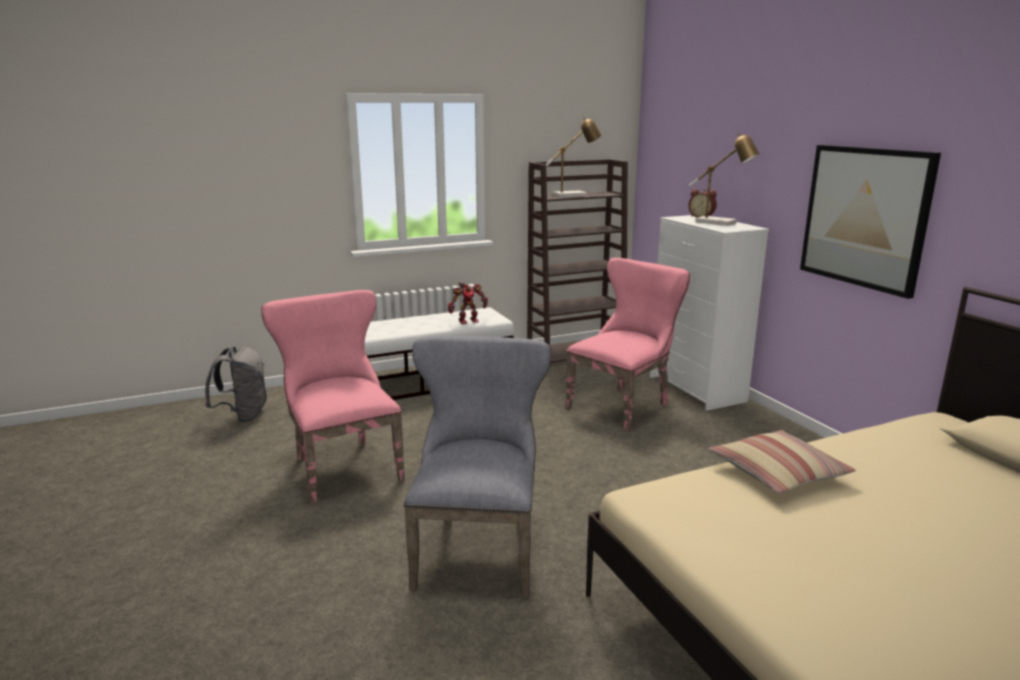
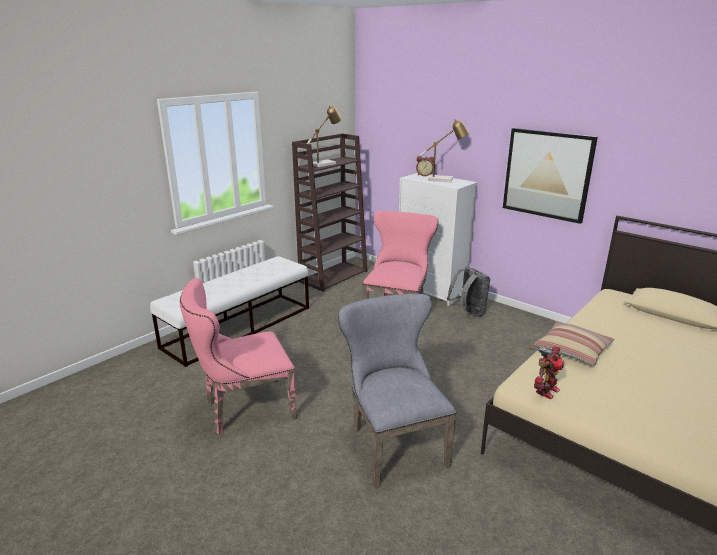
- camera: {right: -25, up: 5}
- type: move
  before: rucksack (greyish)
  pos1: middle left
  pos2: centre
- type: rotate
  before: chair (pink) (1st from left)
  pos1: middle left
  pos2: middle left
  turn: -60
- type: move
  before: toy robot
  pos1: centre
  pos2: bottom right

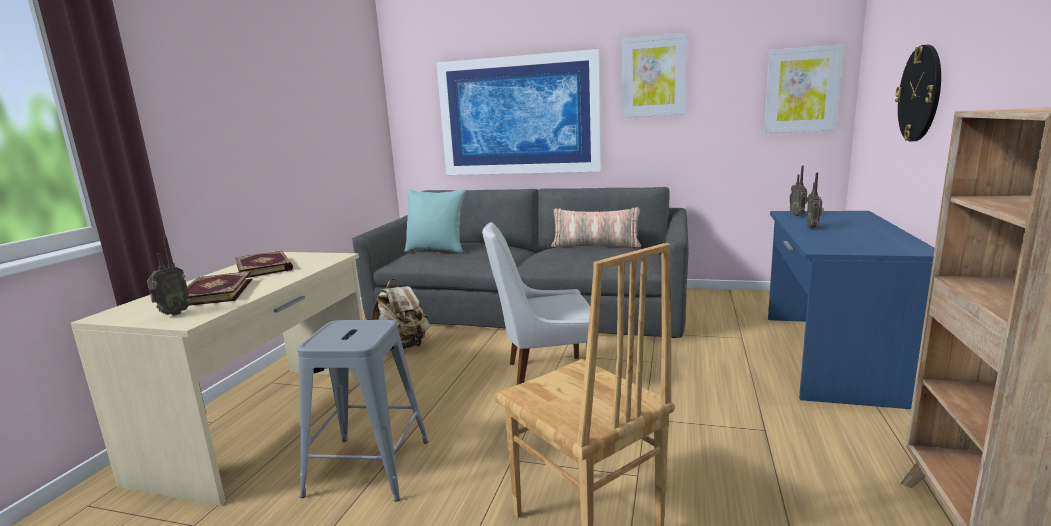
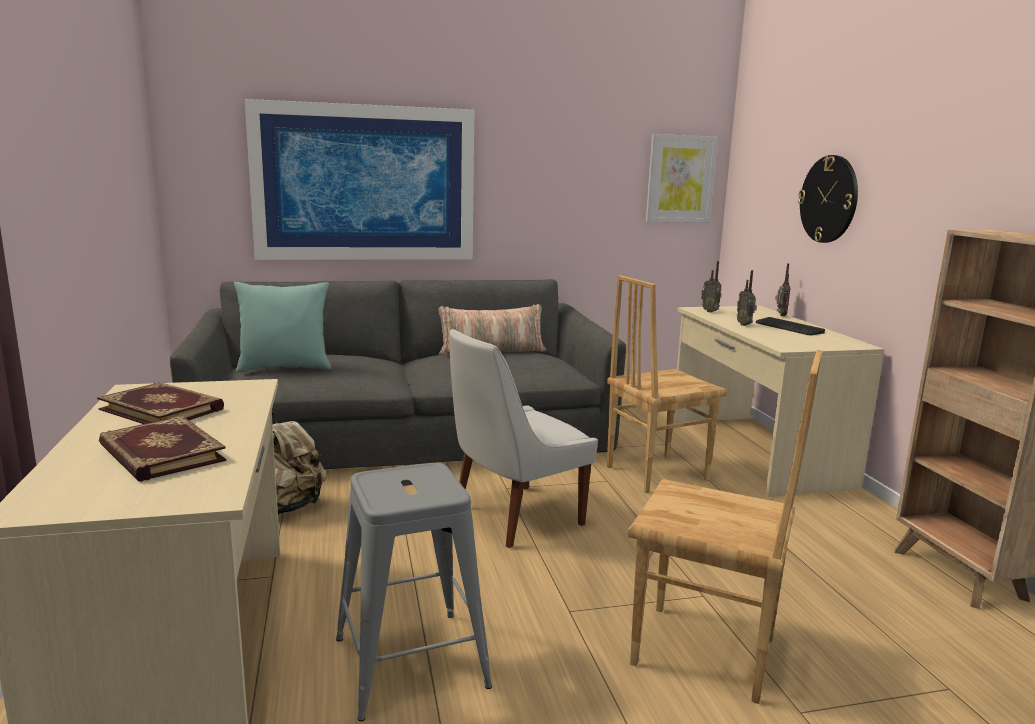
- camera: {right: -30, up: 0}
- type: move
  before: radio (1st from left in the first image)
  after: radio (3rd from left)
  pos1: middle left
  pos2: middle right
- type: delete
  before: wall picture (2nd from left)
  pos1: top centre
- type: recolor
  before: desk (blue)
  after: desk (beige-coloured) (2nd from left)
  pos1: middle right
  pos2: middle right
- type: insert
  after: chair (brown) (1st from left)
  pos2: centre
- type: insert
  after: PC keyboard
  pos2: middle right

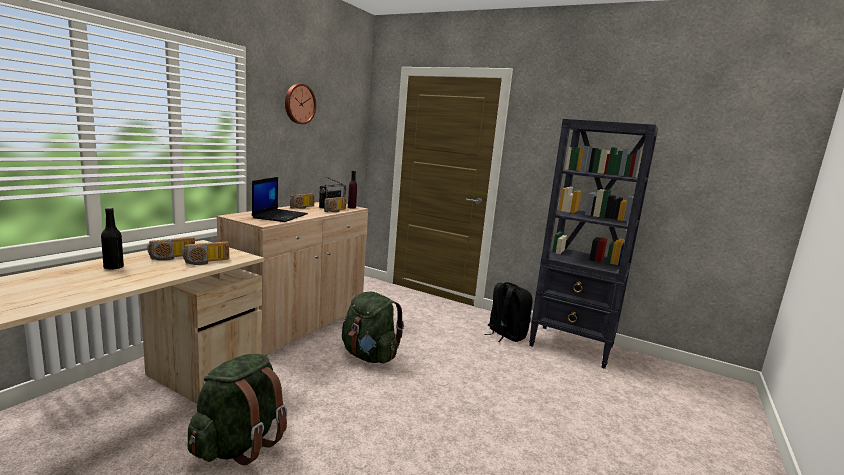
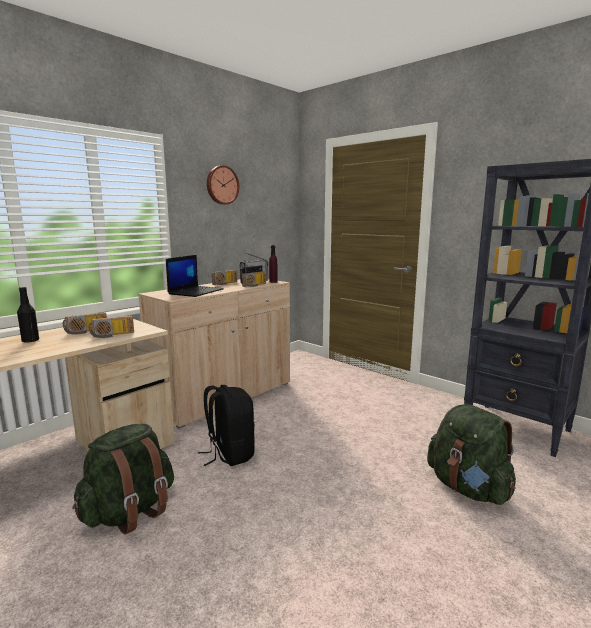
- camera: {right: 15, up: 0}
- type: move
  before: rucksack (green) (2nd from left)
  pos1: bottom centre
  pos2: bottom right
- type: move
  before: rucksack (blackish)
  pos1: centre
  pos2: bottom centre

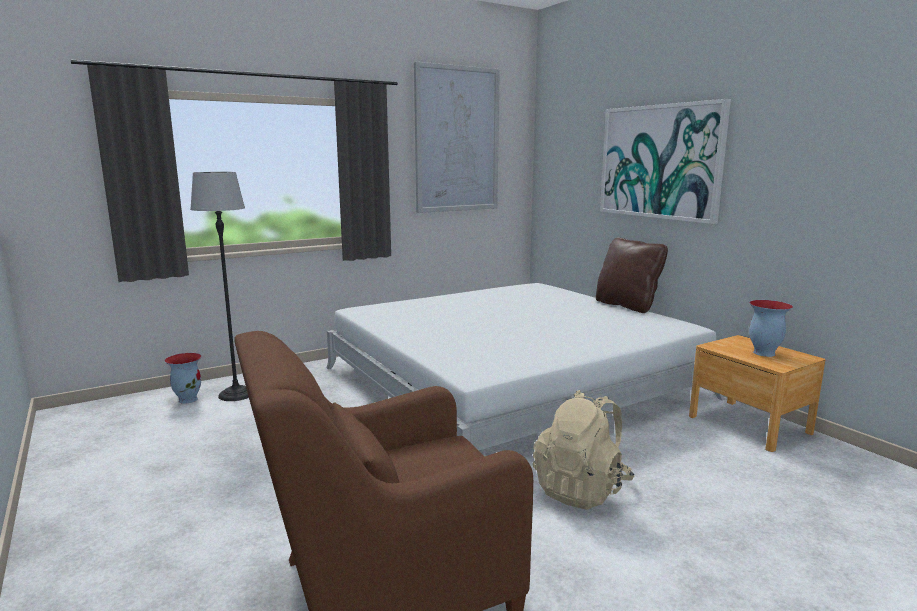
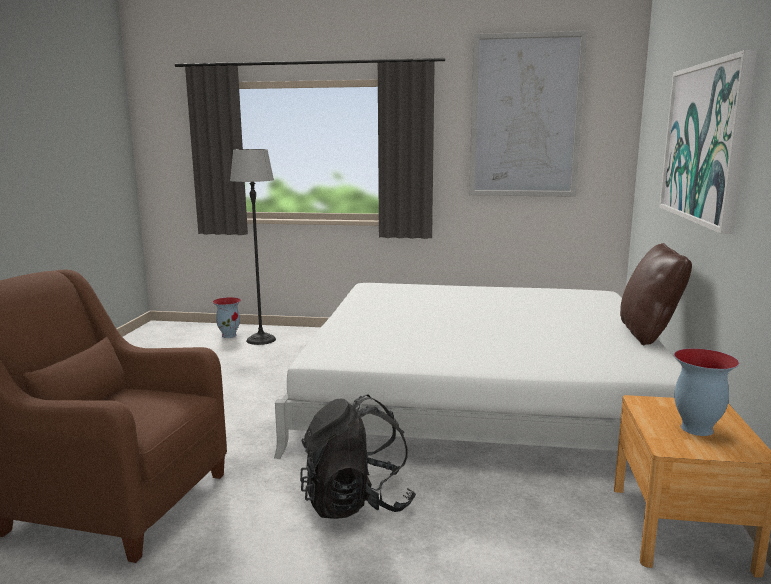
- camera: {right: 40, up: 0}
- type: recolor
  before: rucksack (beige-coloured)
  after: rucksack (blackish)
  pos1: bottom centre
  pos2: bottom centre

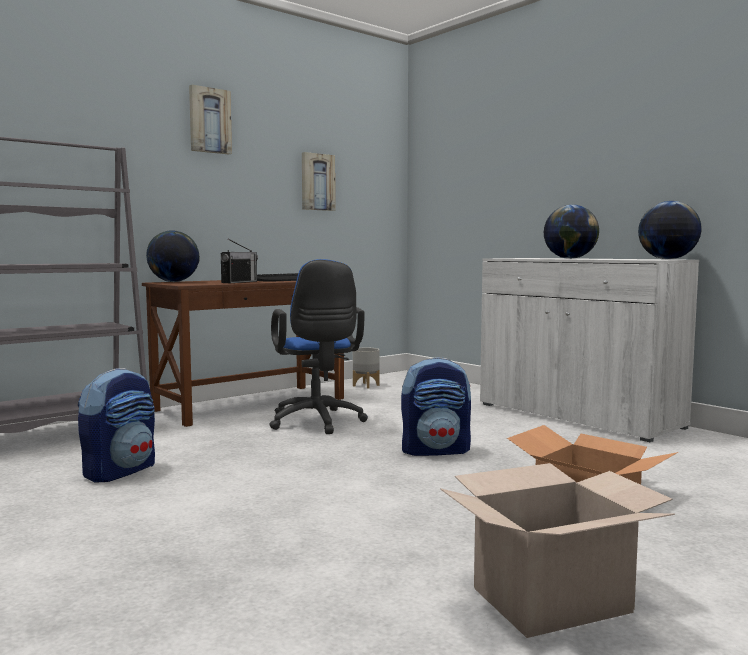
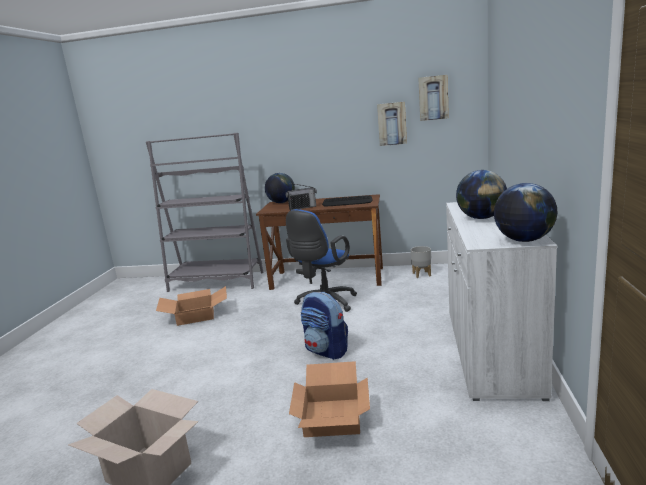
- camera: {right: 50, up: 10}
- type: replace
  before: rucksack (1st from left)
  after: cardboard box (2nd from left)
  pos1: middle left
  pos2: middle left
- type: move
  before: wall picture (1st from left in the first image)
  after: wall picture (2nd from left)
  pos1: top left
  pos2: top right

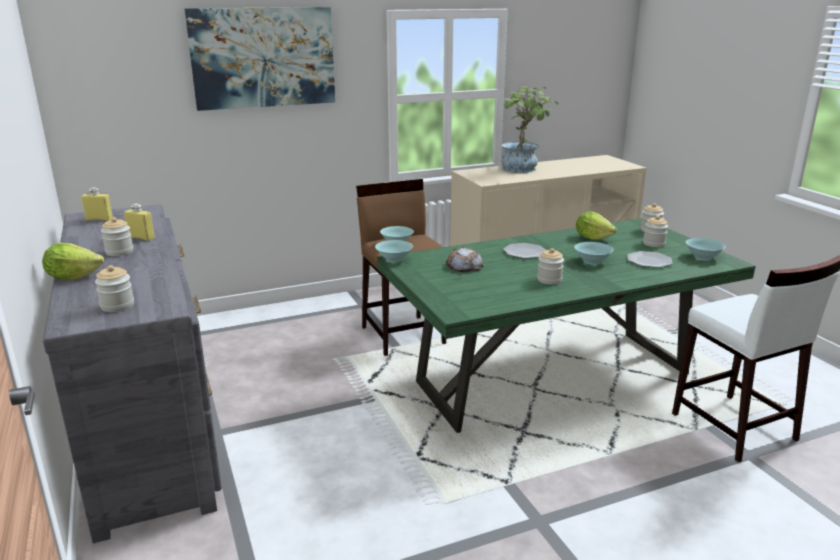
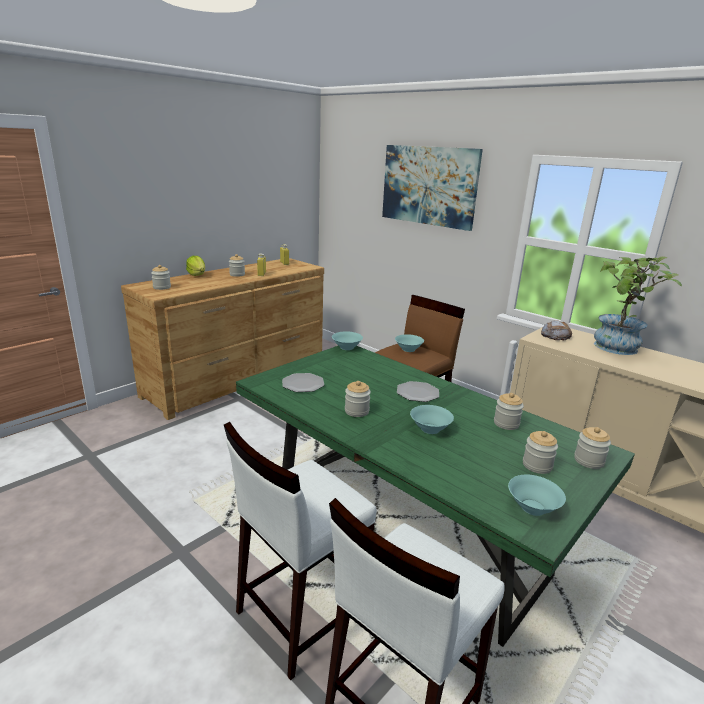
- camera: {right: 65, up: 0}
- type: recolor
  before: dresser (greyish)
  after: dresser (brown)
  pos1: middle left
  pos2: middle left
- type: move
  before: baked bread
  pos1: centre
  pos2: middle right
- type: replace
  before: lettuce (2nd from left)
  after: storage jar (4th from left)
  pos1: middle right
  pos2: middle right
- type: move
  before: flat dish (2nd from left in the first image)
  after: flat dish (1st from left)
  pos1: middle right
  pos2: centre
- type: insert
  after: stool (white-coloured) (1st from left)
  pos2: bottom centre

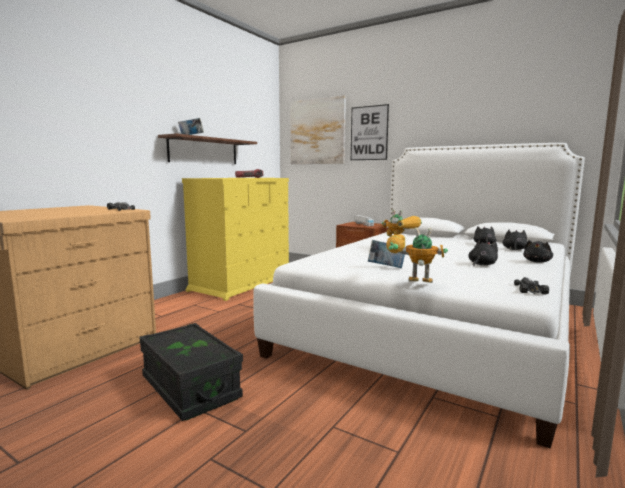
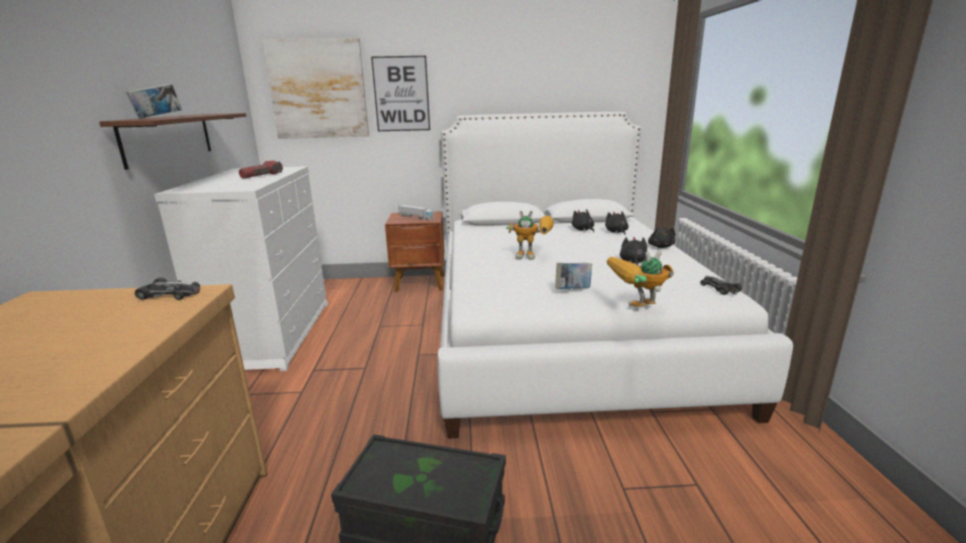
- camera: {right: -35, up: 10}
- type: recolor
  before: dresser (yellow-coloured)
  after: dresser (white-coloured)
  pos1: centre
  pos2: middle left

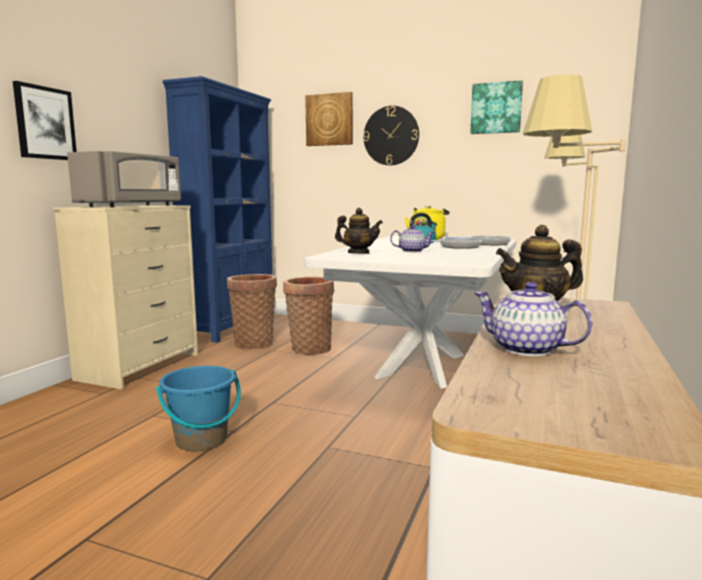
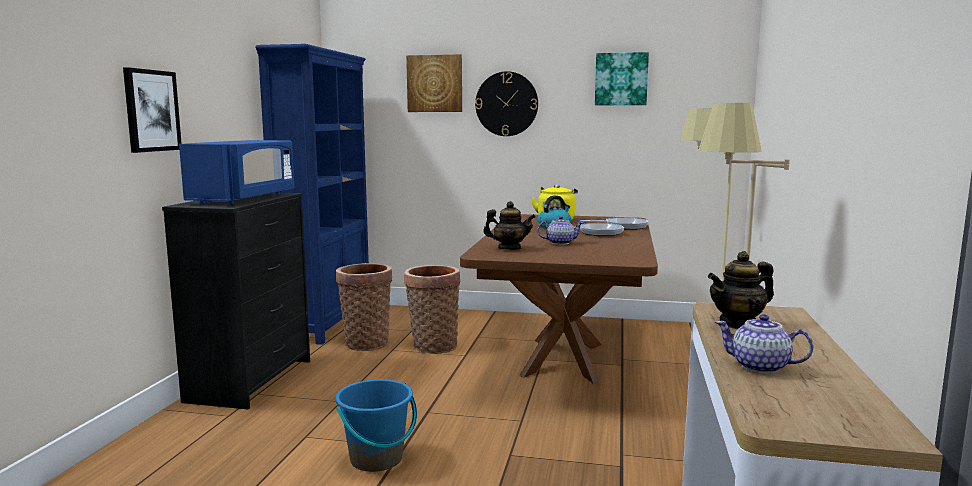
- camera: {right: -10, up: 0}
- type: recolor
  before: dresser (beige-coloured)
  after: dresser (blackish)
  pos1: middle left
  pos2: middle left
- type: recolor
  before: microwave oven (greyish)
  after: microwave oven (blue)
  pos1: top left
  pos2: middle left
- type: recolor
  before: dinner table (white-coloured)
  after: dinner table (brown)
  pos1: centre
  pos2: centre

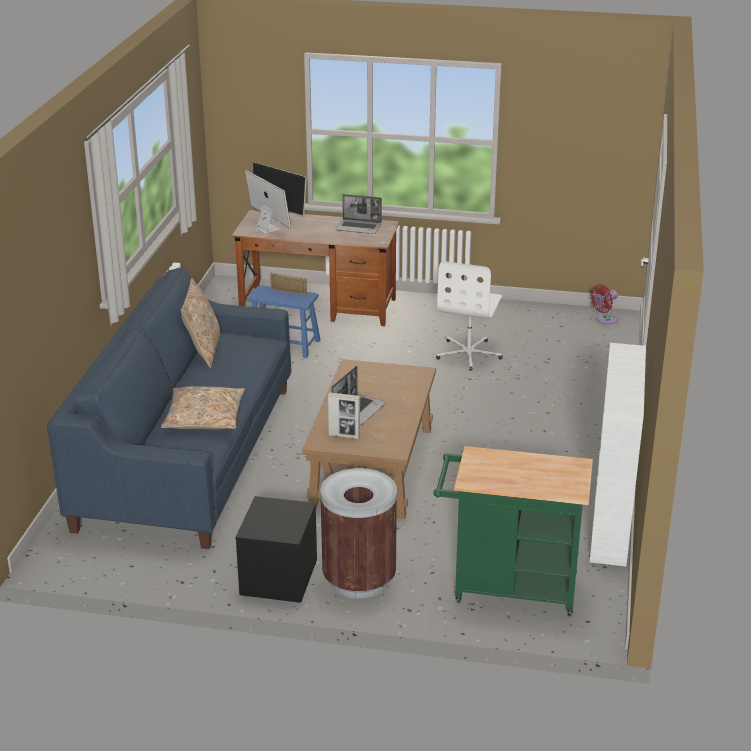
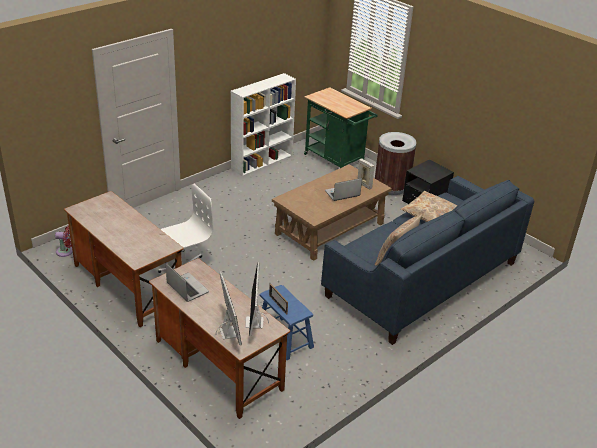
- camera: {right: -145, up: 5}
- type: insert
  after: desk (1st from left)
  pos2: middle left

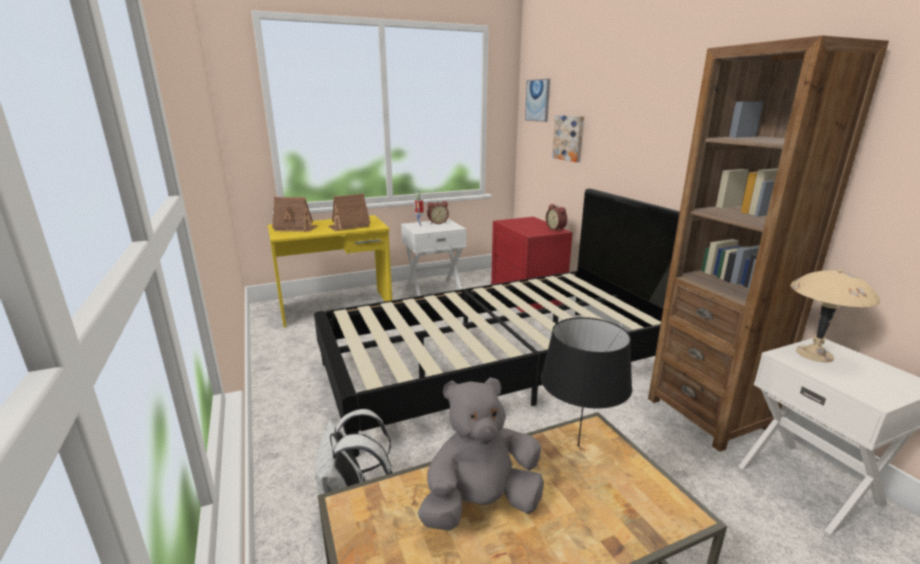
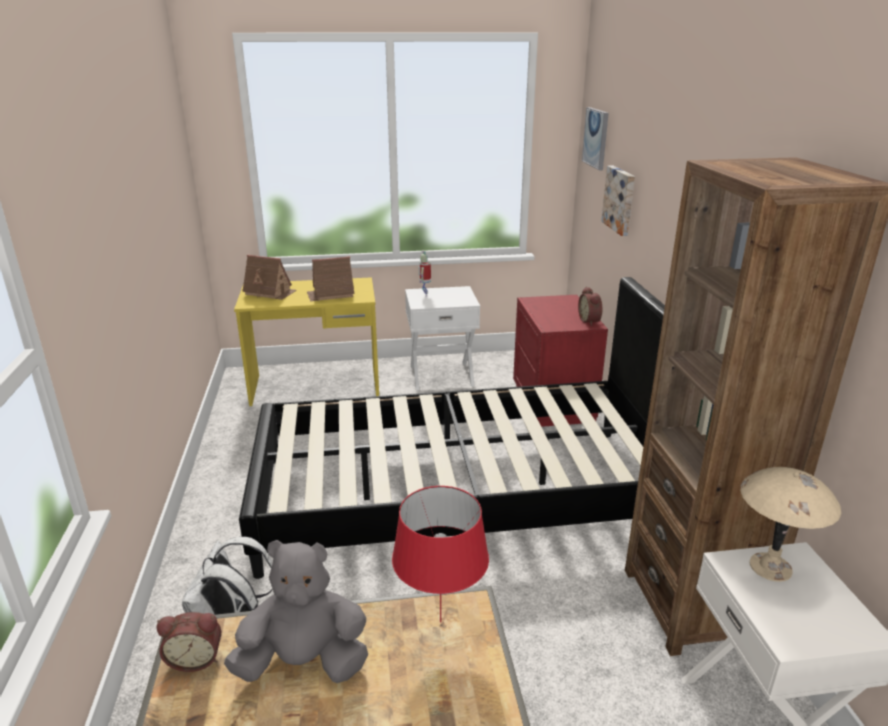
- camera: {right: 15, up: 5}
- type: move
  before: table clock (1st from left)
  pos1: centre
  pos2: bottom left
- type: recolor
  before: tabletop lamp (blackish)
  after: tabletop lamp (red)
  pos1: bottom centre
  pos2: bottom centre

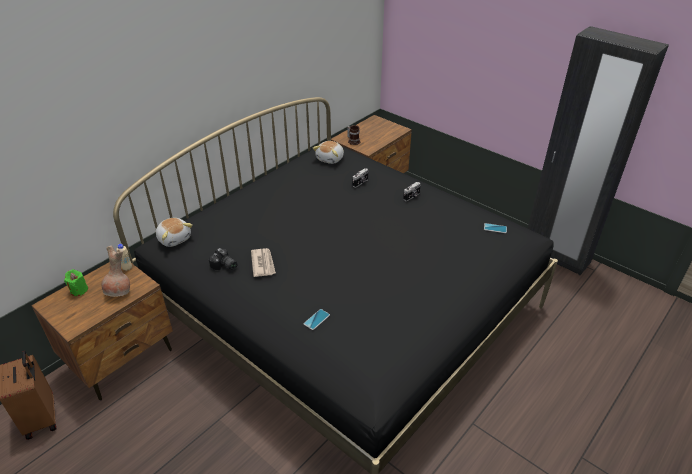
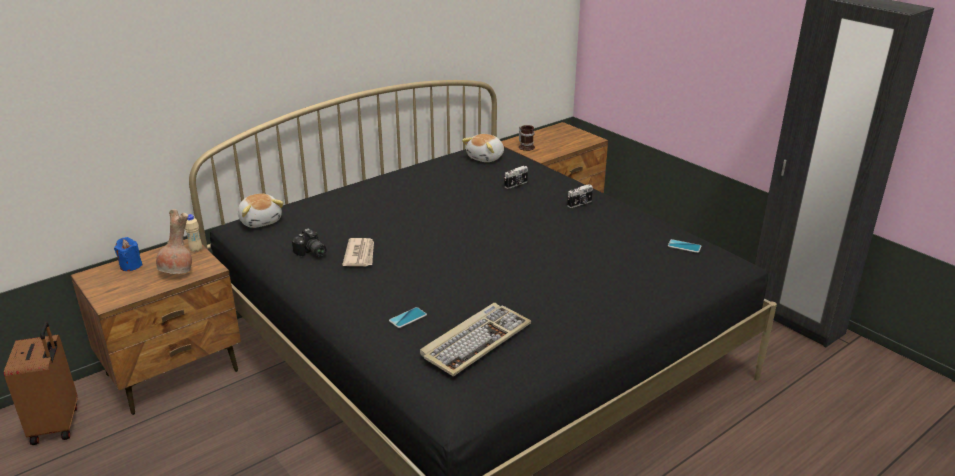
- camera: {right: 10, up: -10}
- type: recolor
  before: candle (green)
  after: candle (blue)
  pos1: middle left
  pos2: middle left
- type: insert
  after: PC keyboard
  pos2: bottom centre

